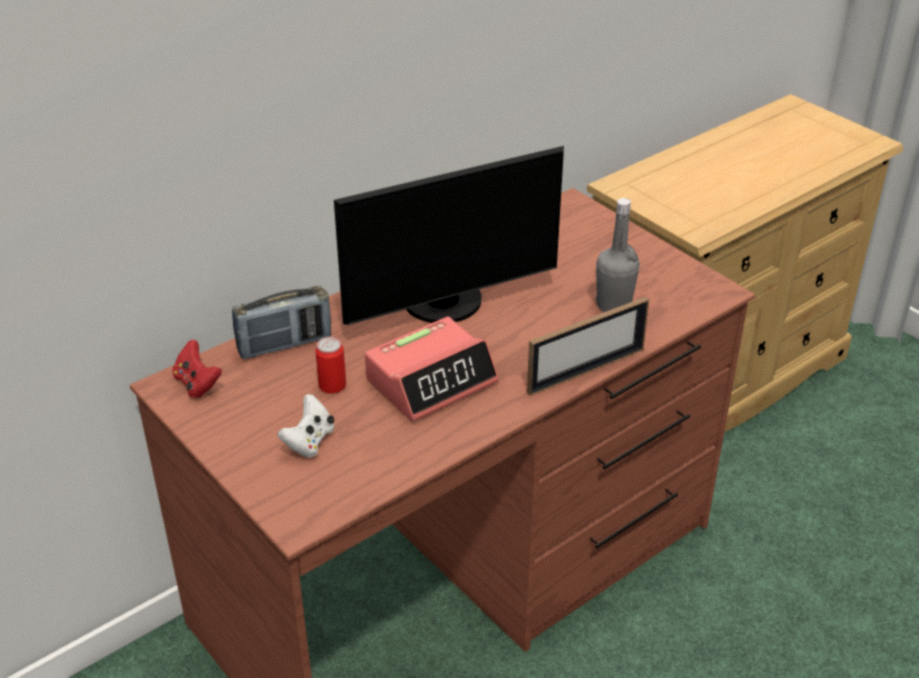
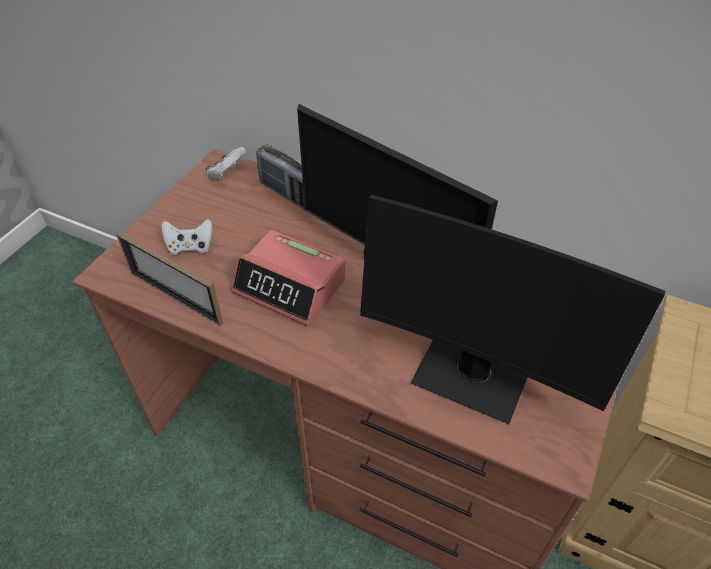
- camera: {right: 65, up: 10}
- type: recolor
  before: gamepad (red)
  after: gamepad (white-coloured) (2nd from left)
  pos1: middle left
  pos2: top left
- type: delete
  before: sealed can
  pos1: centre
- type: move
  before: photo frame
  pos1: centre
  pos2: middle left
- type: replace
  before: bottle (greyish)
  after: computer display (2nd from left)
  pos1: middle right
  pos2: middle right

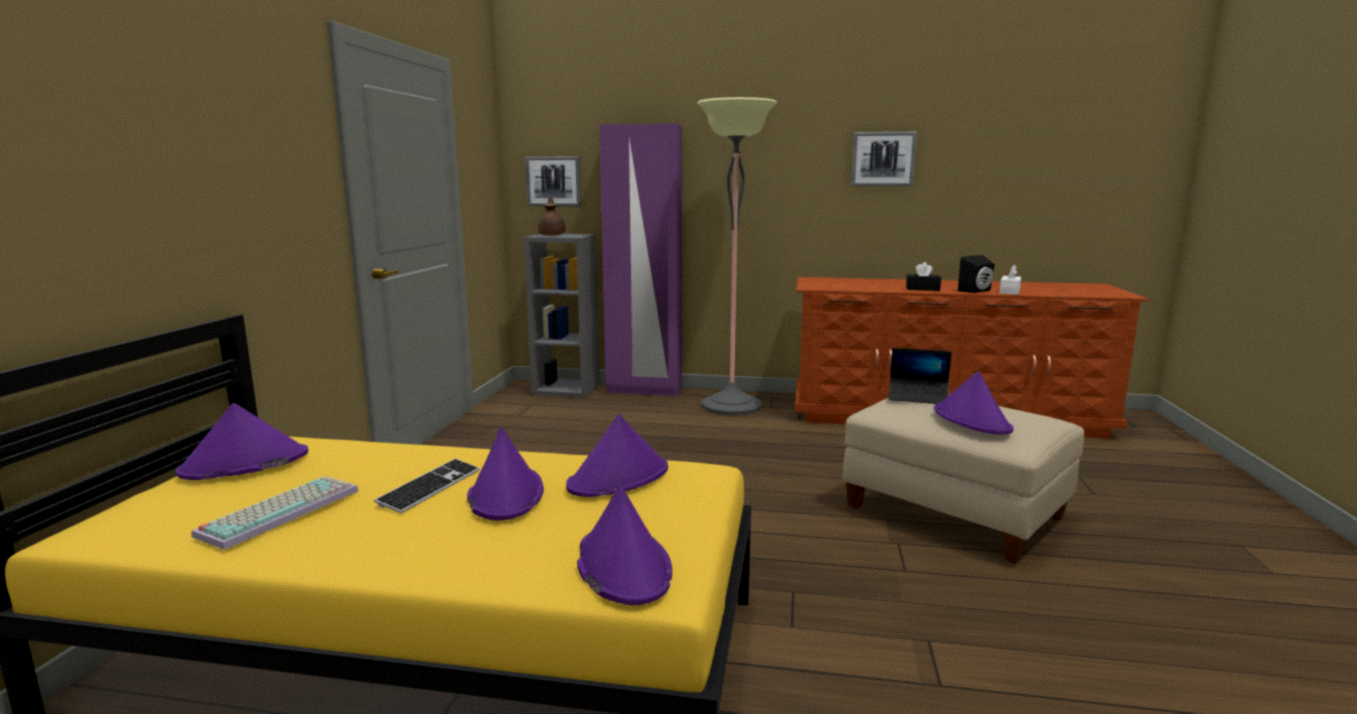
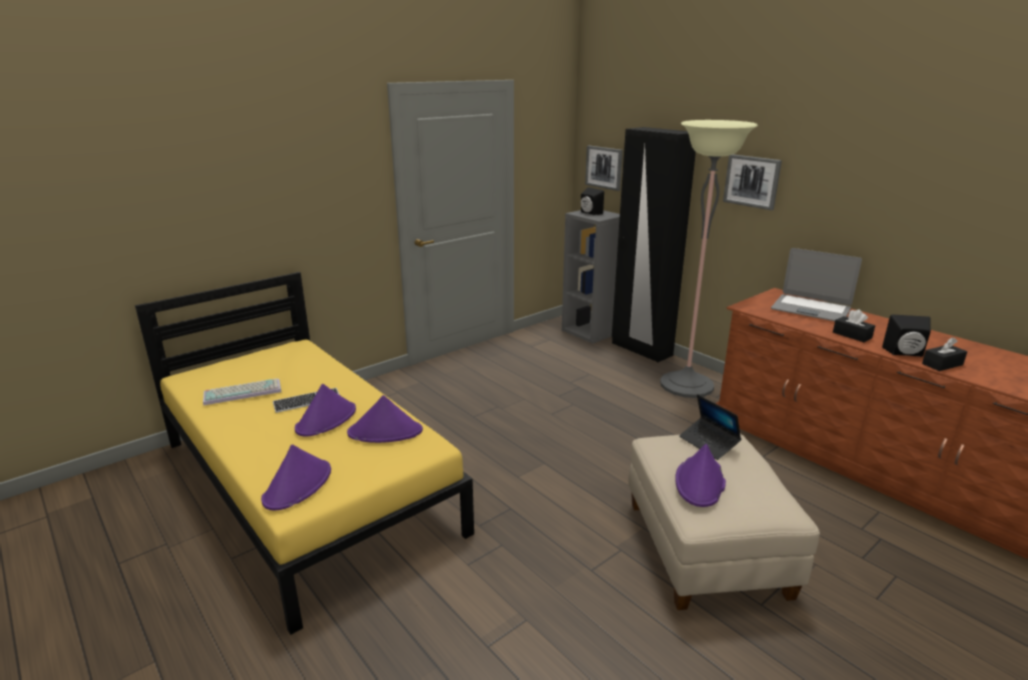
- camera: {right: 40, up: 10}
- type: delete
  before: wearable hat (purple-coloured) (1st from left)
  pos1: middle left
- type: replace
  before: pot for tea (brown)
  after: loudspeaker (blackish) (1st from left)
  pos1: top centre
  pos2: top centre
- type: recolor
  before: clothes cupboard (purple-coloured)
  after: clothes cupboard (blackish)
  pos1: centre
  pos2: centre
- type: move
  before: wall picture (2nd from left)
  pos1: top centre
  pos2: top right
- type: recolor
  before: tissue box (white-coloured)
  after: tissue box (blackish) (2nd from left)
  pos1: middle right
  pos2: middle right
- type: insert
  after: portable computer (2nd from left)
  pos2: middle right

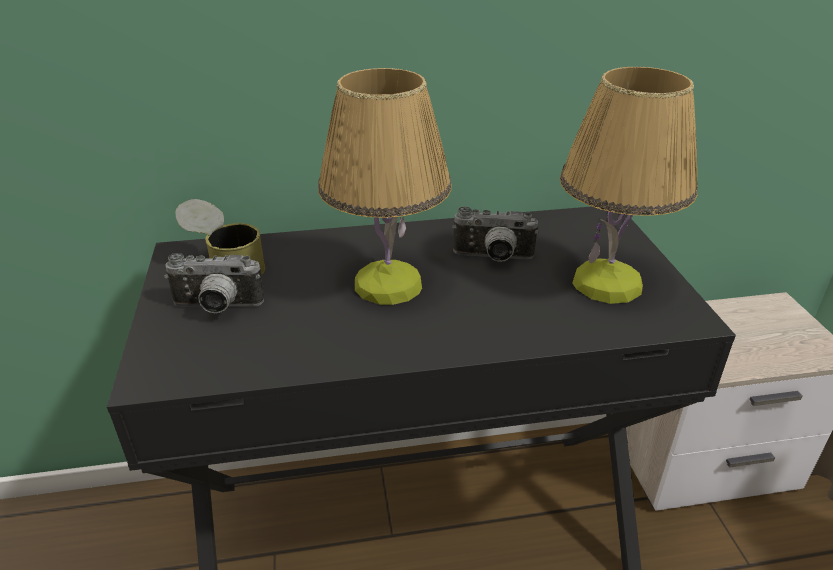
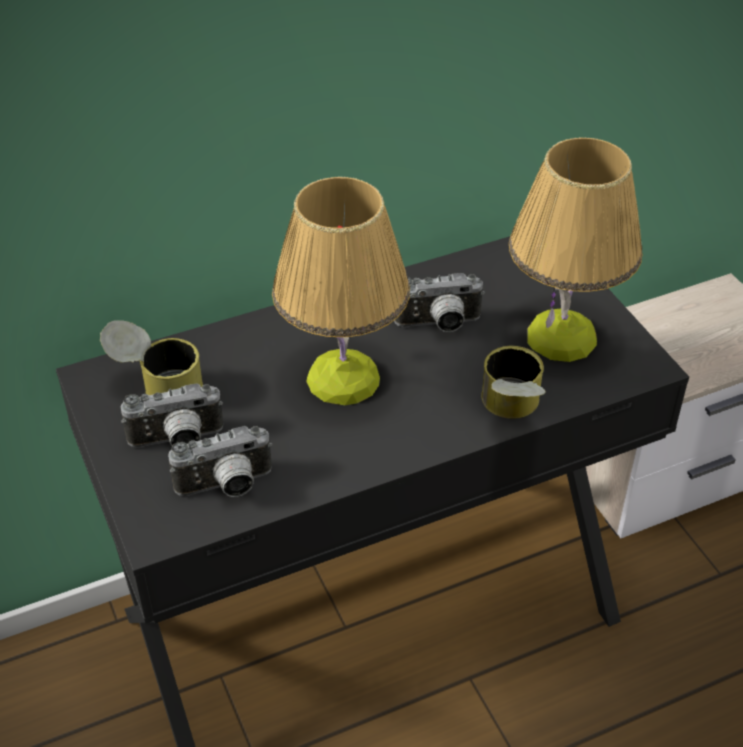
- camera: {right: -15, up: 10}
- type: insert
  after: photo camera (2nd from left)
  pos2: middle left
- type: insert
  after: sealed can (2nd from left)
  pos2: middle right

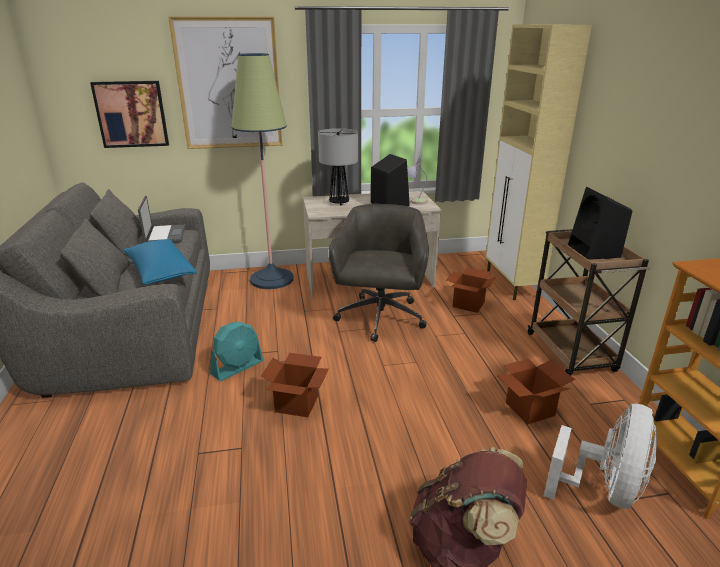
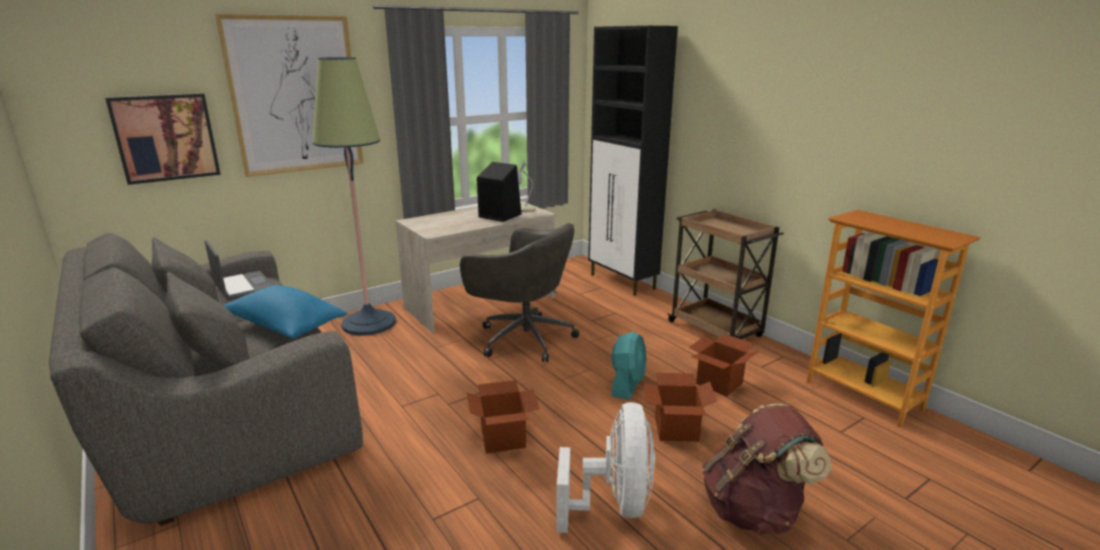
- camera: {right: -25, up: -5}
- type: move
  before: electric fan (turquoise-coloured)
  pos1: middle left
  pos2: centre
- type: delete
  before: tabletop lamp (1st from left)
  pos1: top centre
- type: rotate
  before: computer chair (greyish)
  pos1: centre
  pos2: centre
  turn: 135
- type: move
  before: cardboard box (2nd from left)
  pos1: centre
  pos2: bottom centre
- type: recolor
  before: storage cabinet (beige-coloured)
  after: storage cabinet (blackish)
  pos1: top right
  pos2: top centre
- type: move
  before: electric fan (white-coloured)
  pos1: bottom right
  pos2: bottom centre
- type: delete
  before: loudspeaker (blackish) (2nd from left)
  pos1: middle right

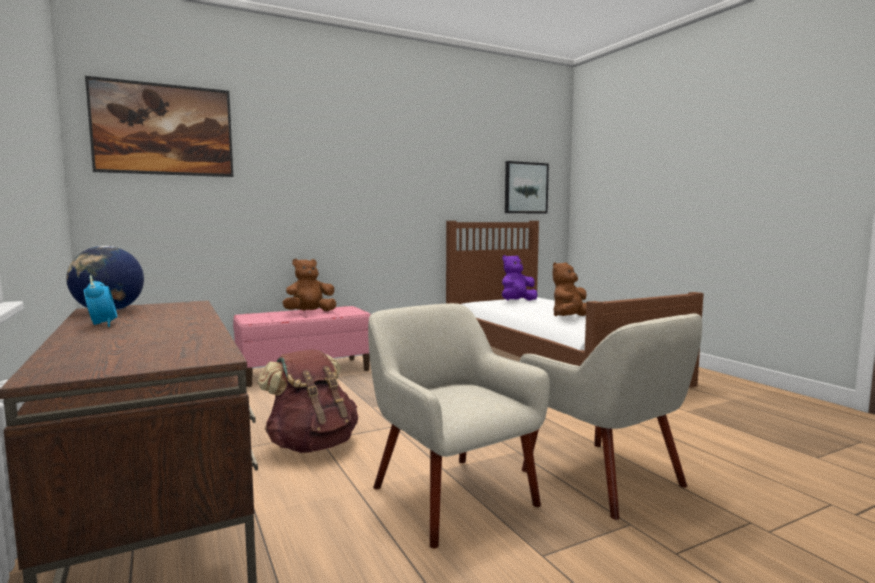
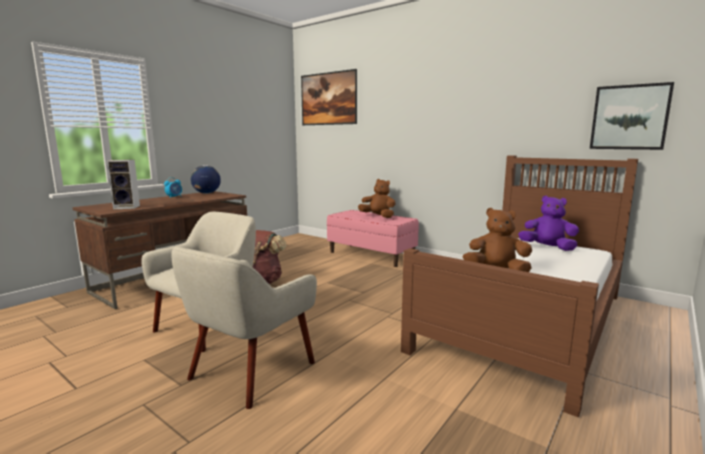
- camera: {right: 65, up: 5}
- type: insert
  after: loudspeaker
  pos2: middle left

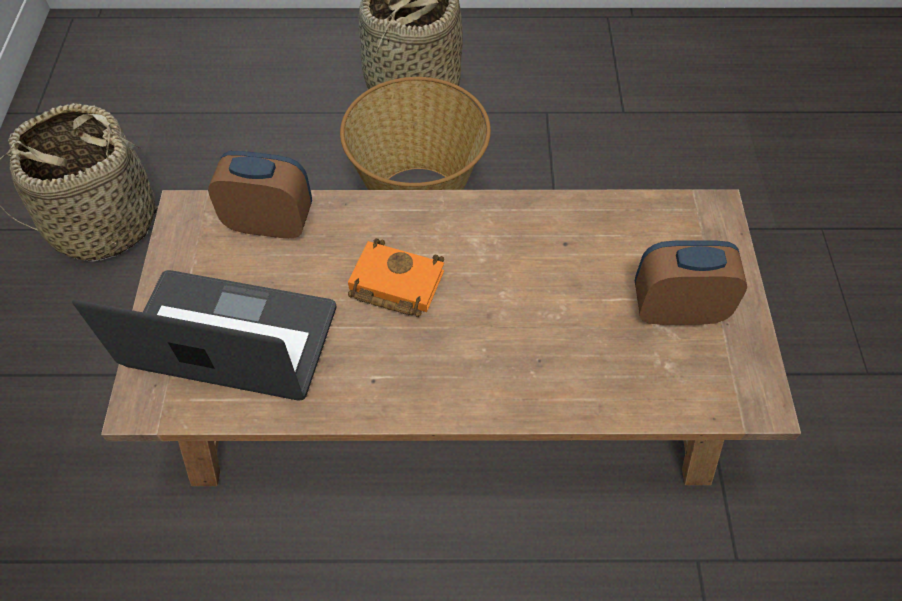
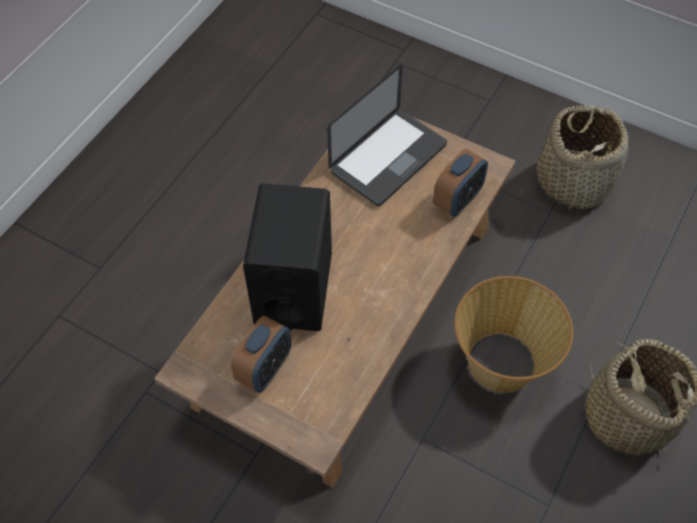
- camera: {right: 120, up: 0}
- type: delete
  before: volume (orangey)
  pos1: centre
- type: insert
  after: loudspeaker (blackish)
  pos2: centre

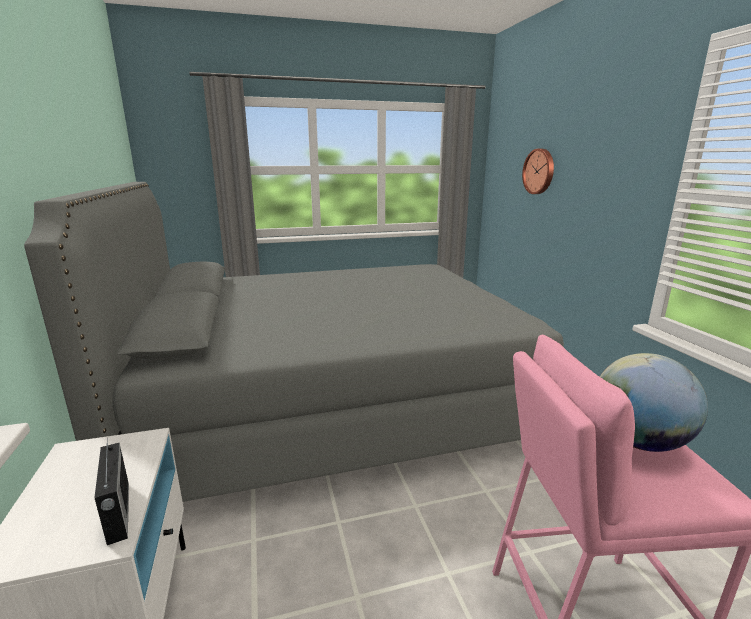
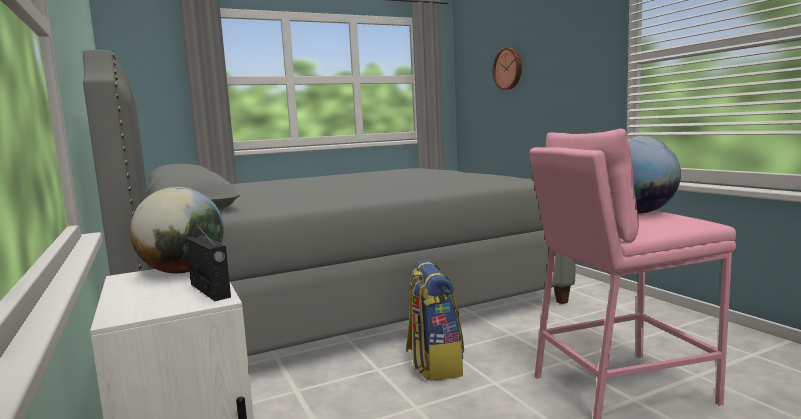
- camera: {right: -10, up: -10}
- type: insert
  after: world globe (1st from left)
  pos2: middle left
- type: insert
  after: rucksack
  pos2: bottom centre

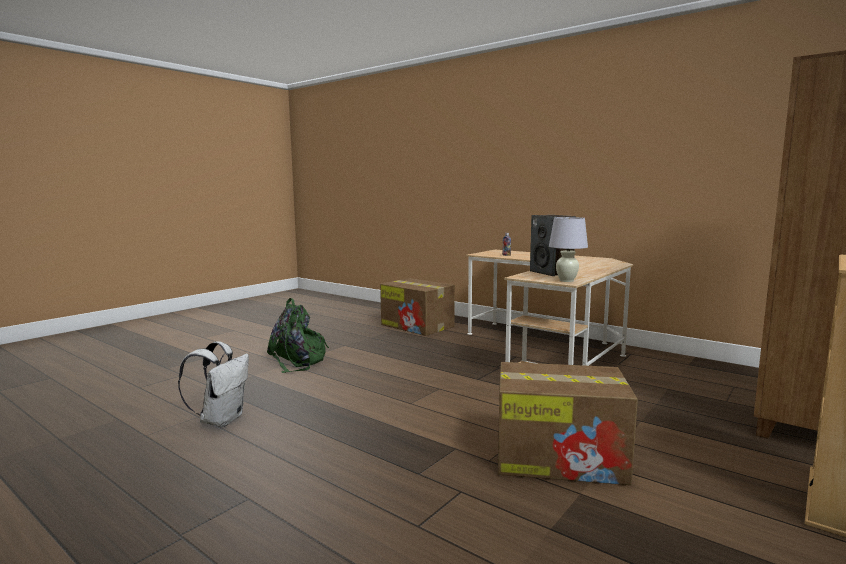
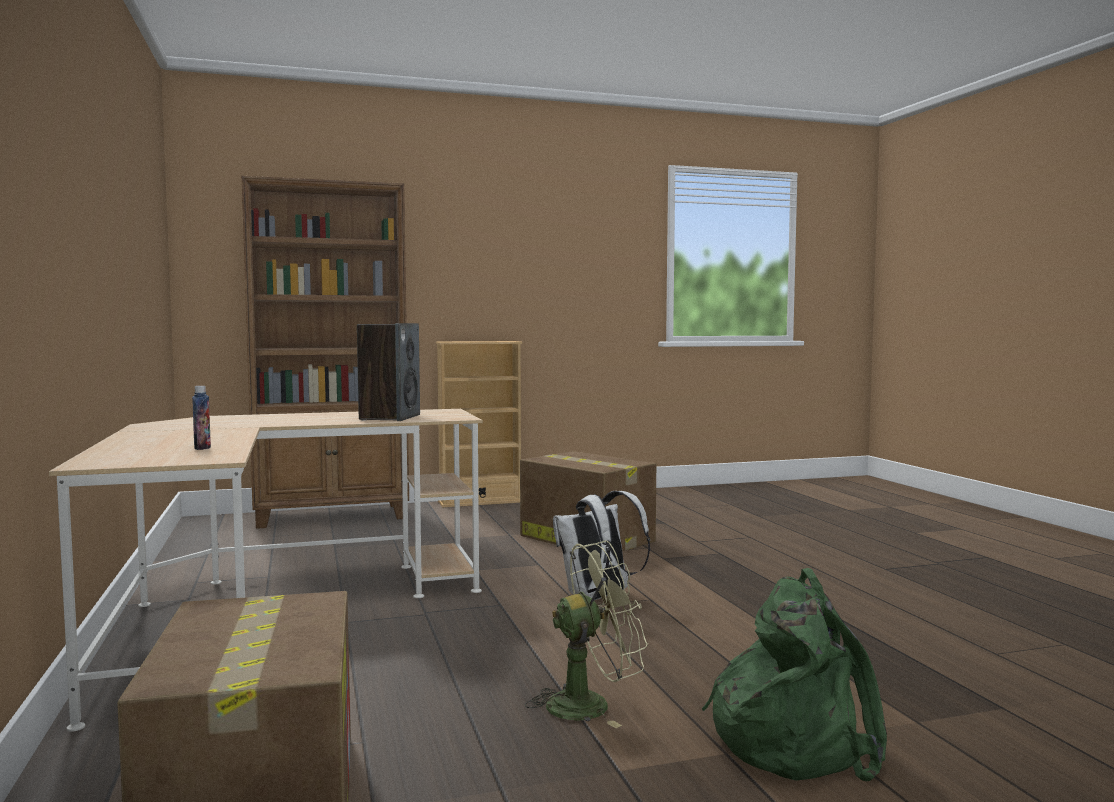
- camera: {right: -145, up: -5}
- type: move
  before: rucksack (white-coloured)
  pos1: bottom left
  pos2: bottom centre
- type: delete
  before: tabletop lamp (white-coloured)
  pos1: middle right
- type: insert
  after: electric fan (green)
  pos2: bottom centre

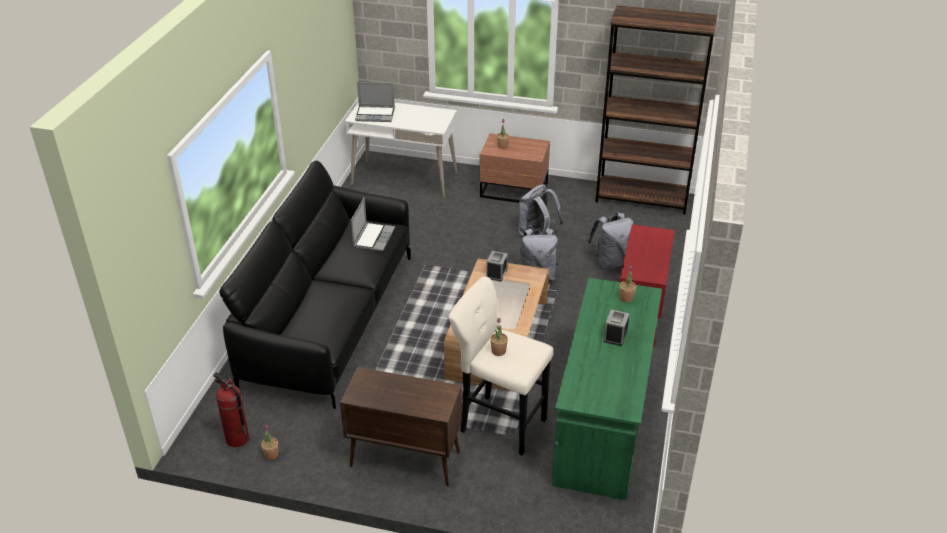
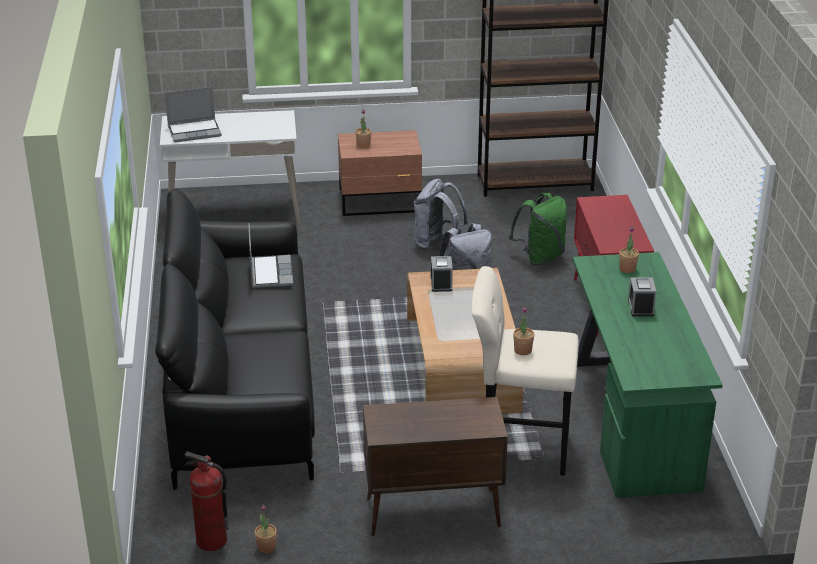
- camera: {right: -20, up: -5}
- type: recolor
  before: rucksack (greyish) (3rd from left)
  after: rucksack (green)
  pos1: centre
  pos2: centre

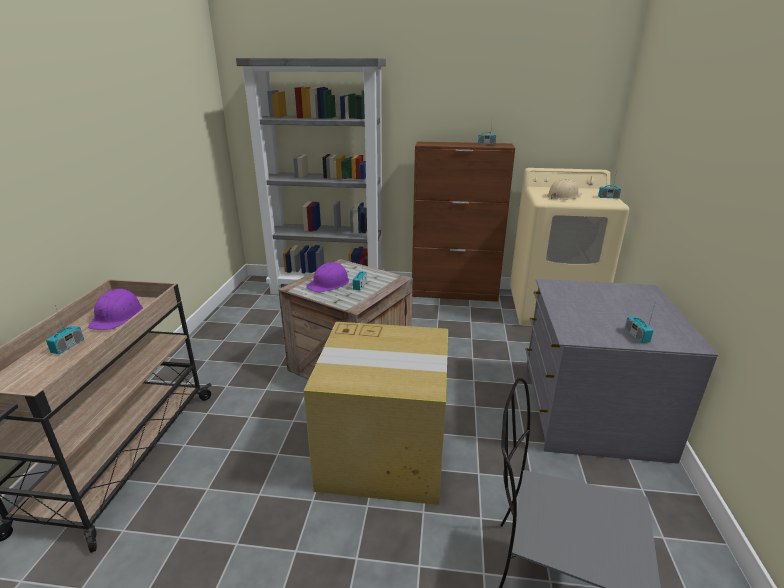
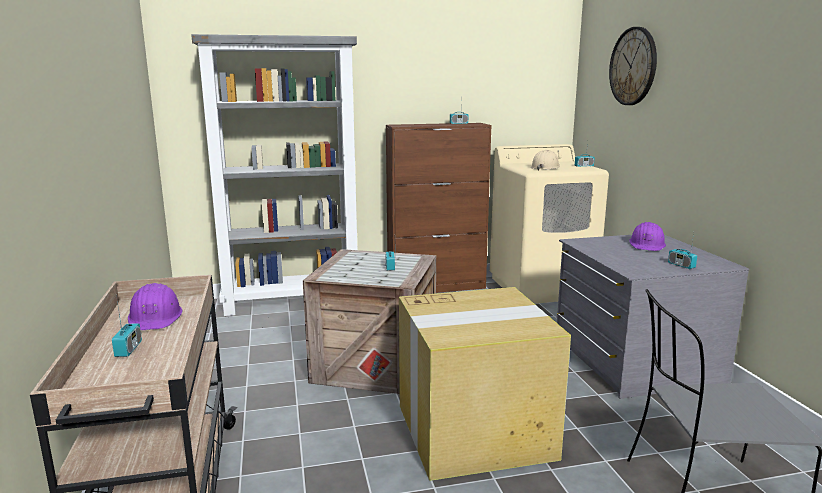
- camera: {right: -20, up: -10}
- type: move
  before: hard hat (purple-coloured) (2nd from left)
  pos1: centre
  pos2: middle right
- type: insert
  after: clock on the wall
  pos2: top right

